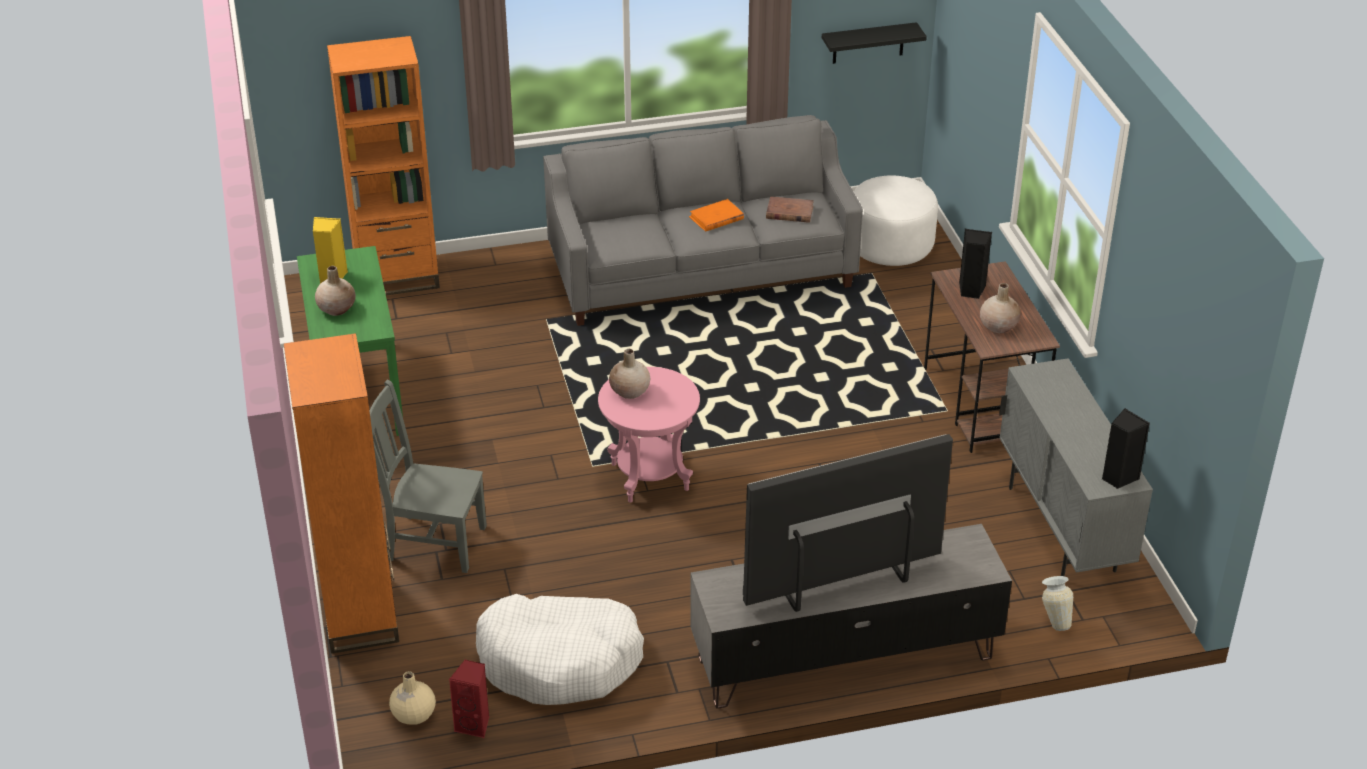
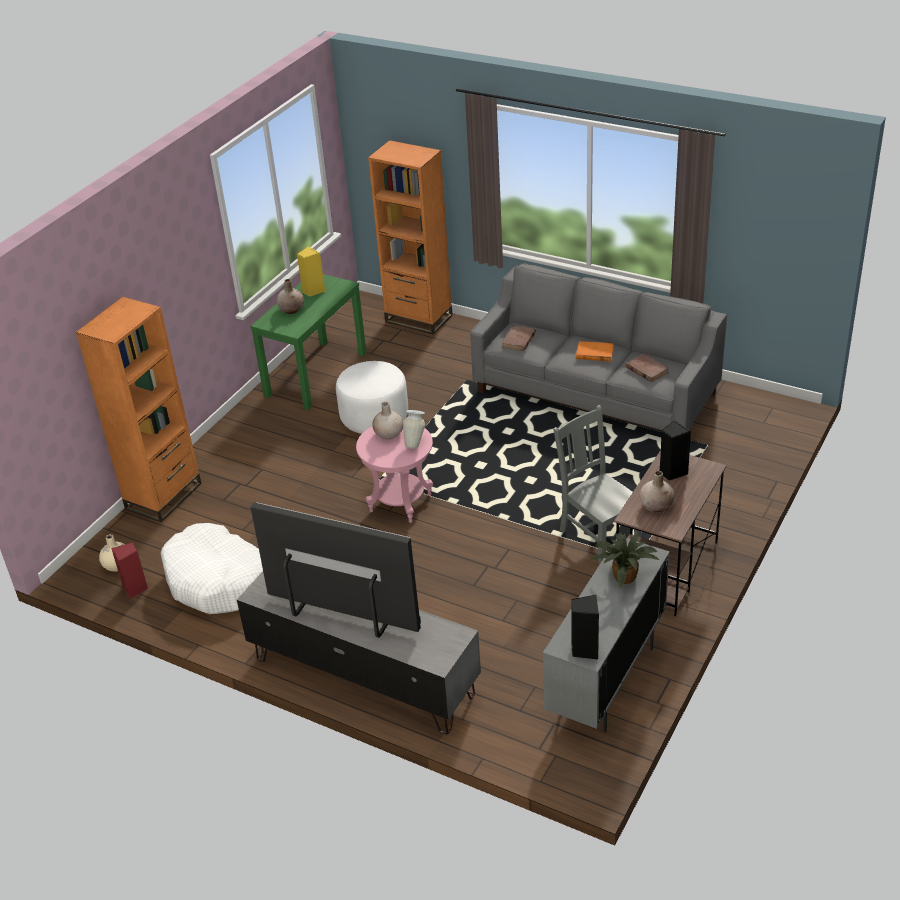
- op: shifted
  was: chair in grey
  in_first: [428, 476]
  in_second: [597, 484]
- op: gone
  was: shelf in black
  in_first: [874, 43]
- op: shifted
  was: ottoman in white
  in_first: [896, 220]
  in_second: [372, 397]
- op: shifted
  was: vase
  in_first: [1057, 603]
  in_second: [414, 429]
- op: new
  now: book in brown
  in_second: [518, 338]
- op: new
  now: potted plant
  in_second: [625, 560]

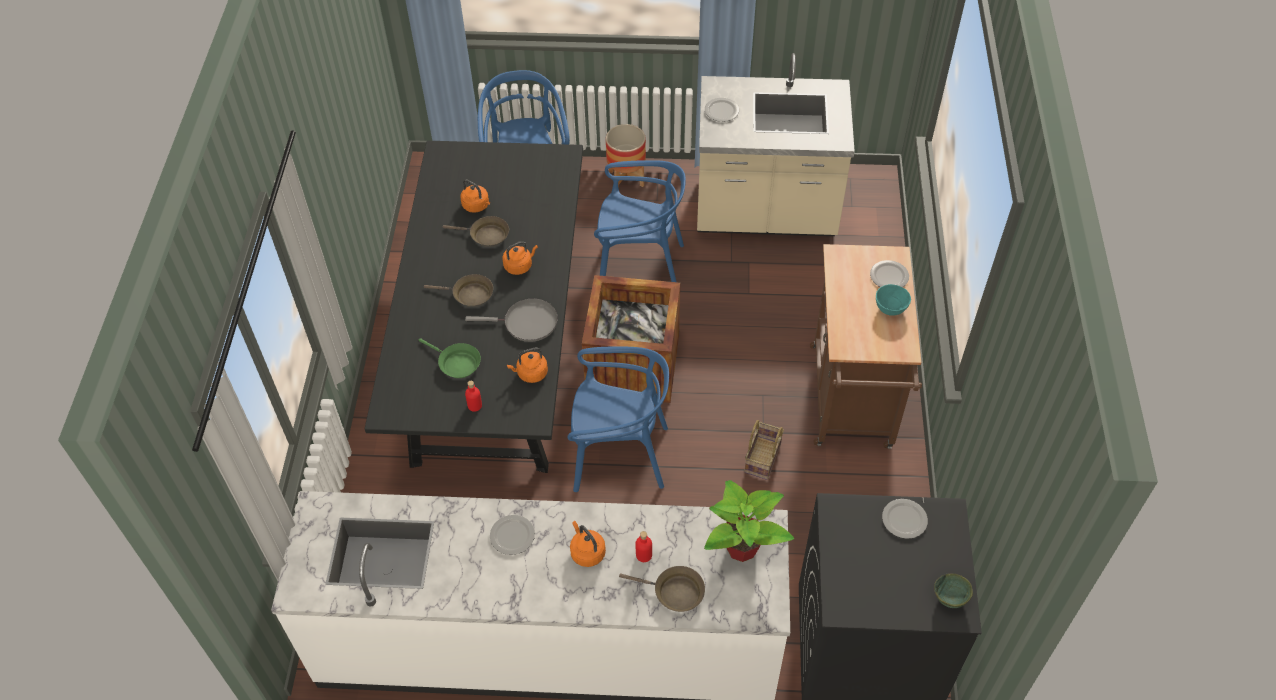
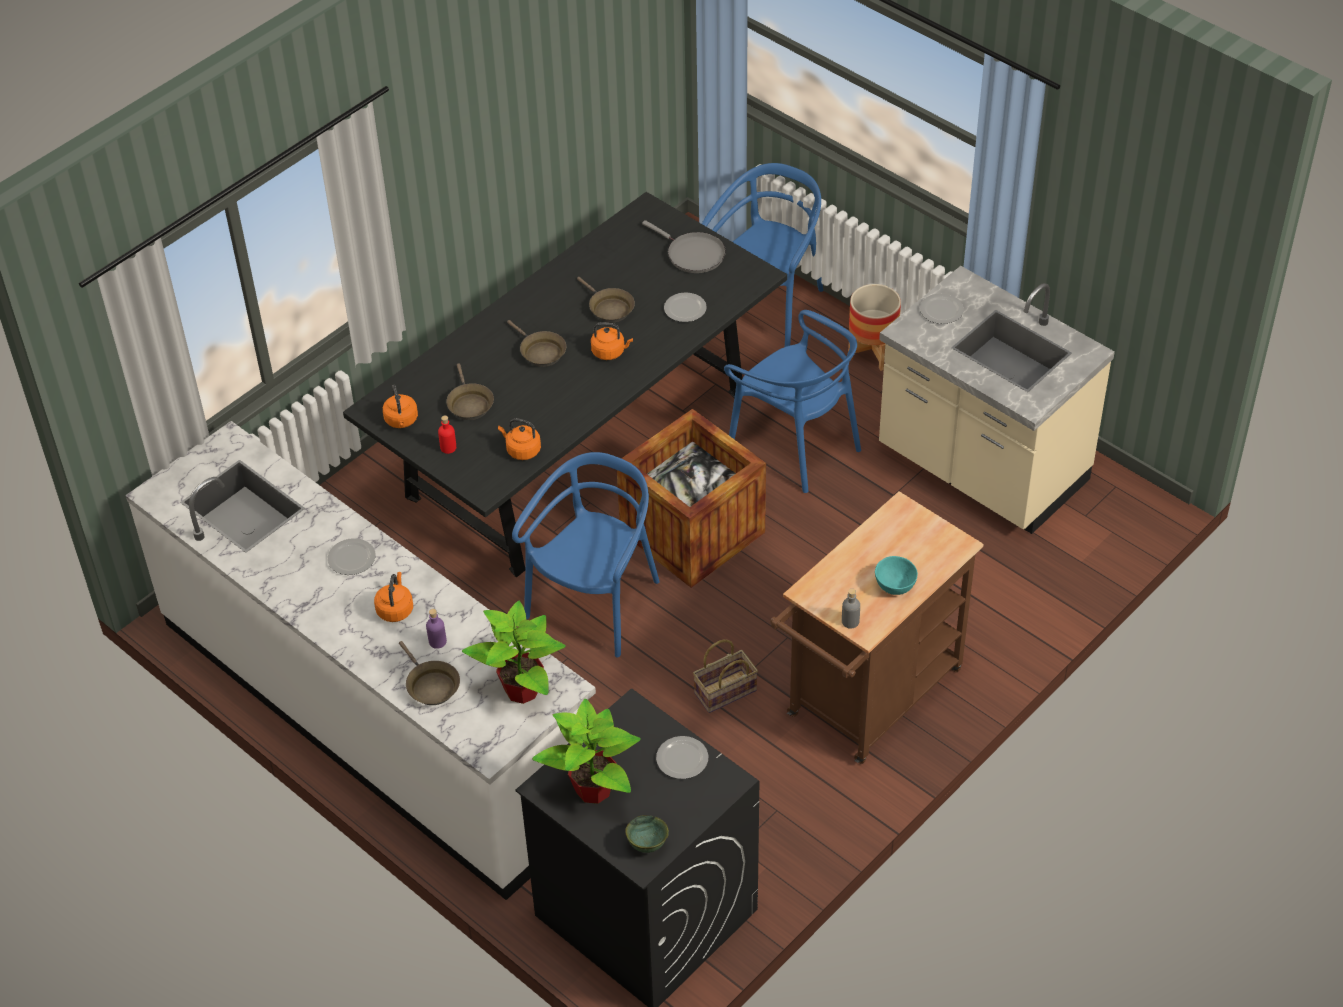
- op: repainted
  was: frying pan in green
  now: frying pan in brown
  in_first: [450, 358]
  in_second: [470, 391]
- op: shifted
  was: kettle in orange
  in_first: [475, 196]
  in_second: [400, 406]
- op: shifted
  was: frying pan in grey
  in_first: [511, 320]
  in_second: [684, 246]
- op: rotated
  was: chair in blue
  in_first: [618, 419]
  in_second: [586, 554]
  clockwise: -105
- op: repainted
  was: bottle in red
  now: bottle in purple
  in_first: [644, 546]
  in_second: [436, 629]
- op: shifted
  was: plate
  in_first: [889, 273]
  in_second: [685, 307]
- op: new
  now: potted plant
  in_second: [586, 751]
- op: new
  now: bottle in grey
  in_second: [851, 609]

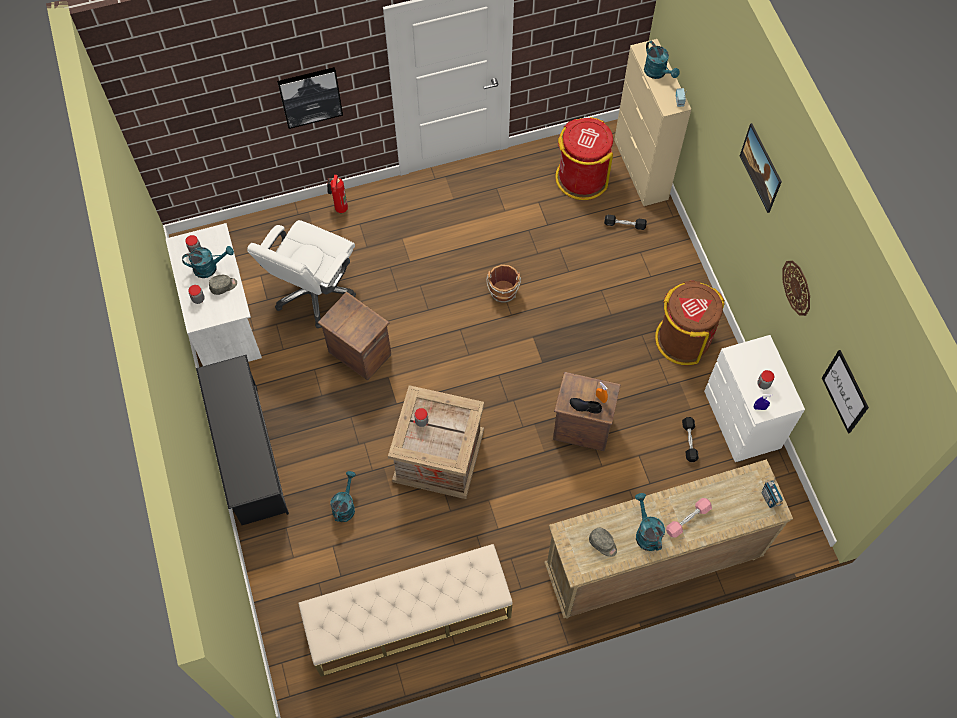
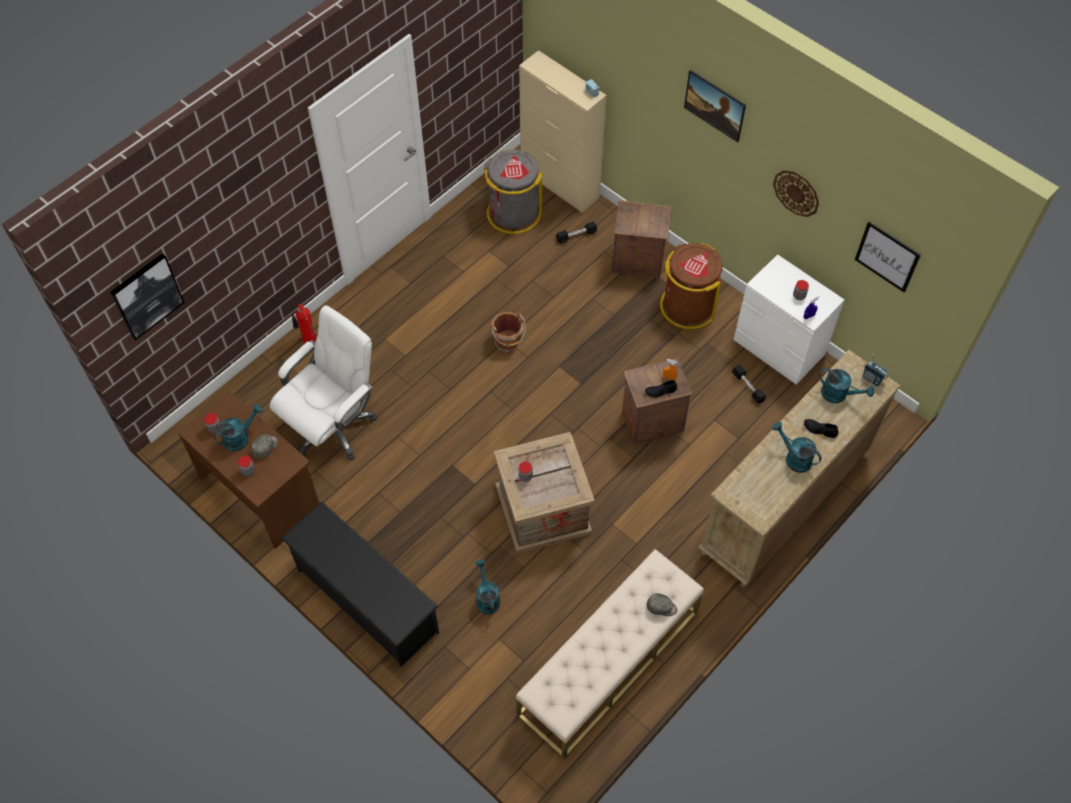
- op: repainted
  was: desk in white
  now: desk in brown
  in_first: [214, 294]
  in_second: [249, 469]
- op: rotated
  was: office chair in white
  in_first: [301, 274]
  in_second: [323, 383]
  clockwise: -135
- op: shifted
  was: picture
  in_first: [310, 98]
  in_second: [147, 296]
- op: shifted
  was: crate
  in_first: [354, 336]
  in_second: [641, 239]
- op: repainted
  was: trash can in red
  now: trash can in grey
  in_first: [584, 158]
  in_second: [513, 191]
- op: shifted
  was: cap in grey
  in_first: [603, 542]
  in_second: [662, 604]
- op: shifted
  was: watering can in turquoise
  in_first: [662, 60]
  in_second: [846, 385]
- op: swapped
  was: dumbbell in pink
  now: shoe in black
  in_first: [689, 517]
  in_second: [821, 428]

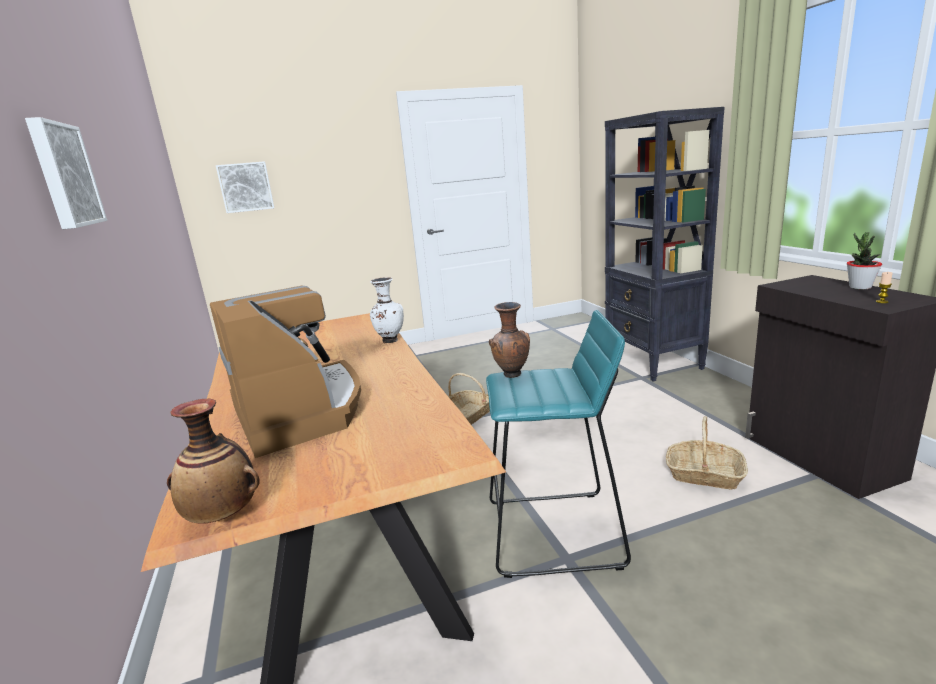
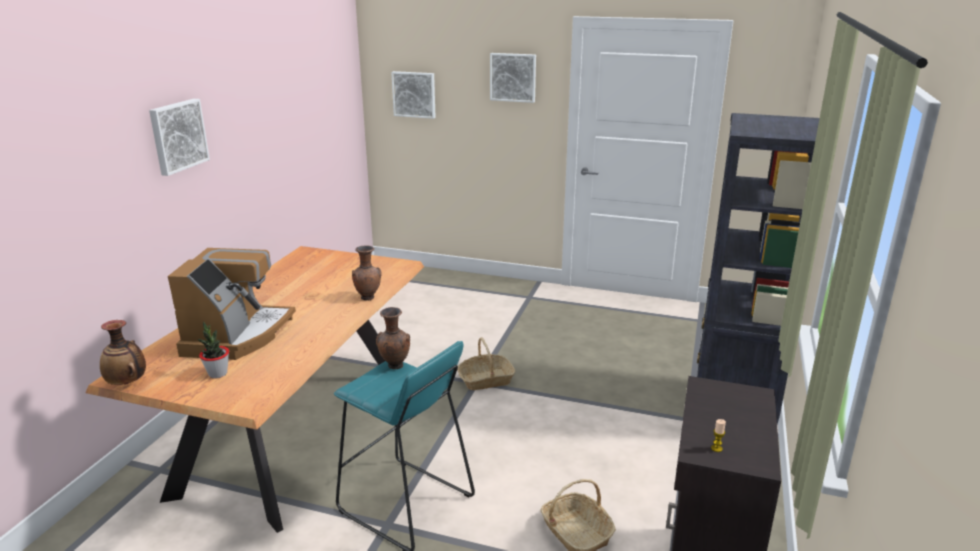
- op: repainted
  was: vase in white
  now: vase in brown
  in_first: [387, 310]
  in_second: [367, 273]
- op: shifted
  was: potted plant
  in_first: [864, 260]
  in_second: [213, 349]
- op: new
  now: picture
  in_second: [513, 78]

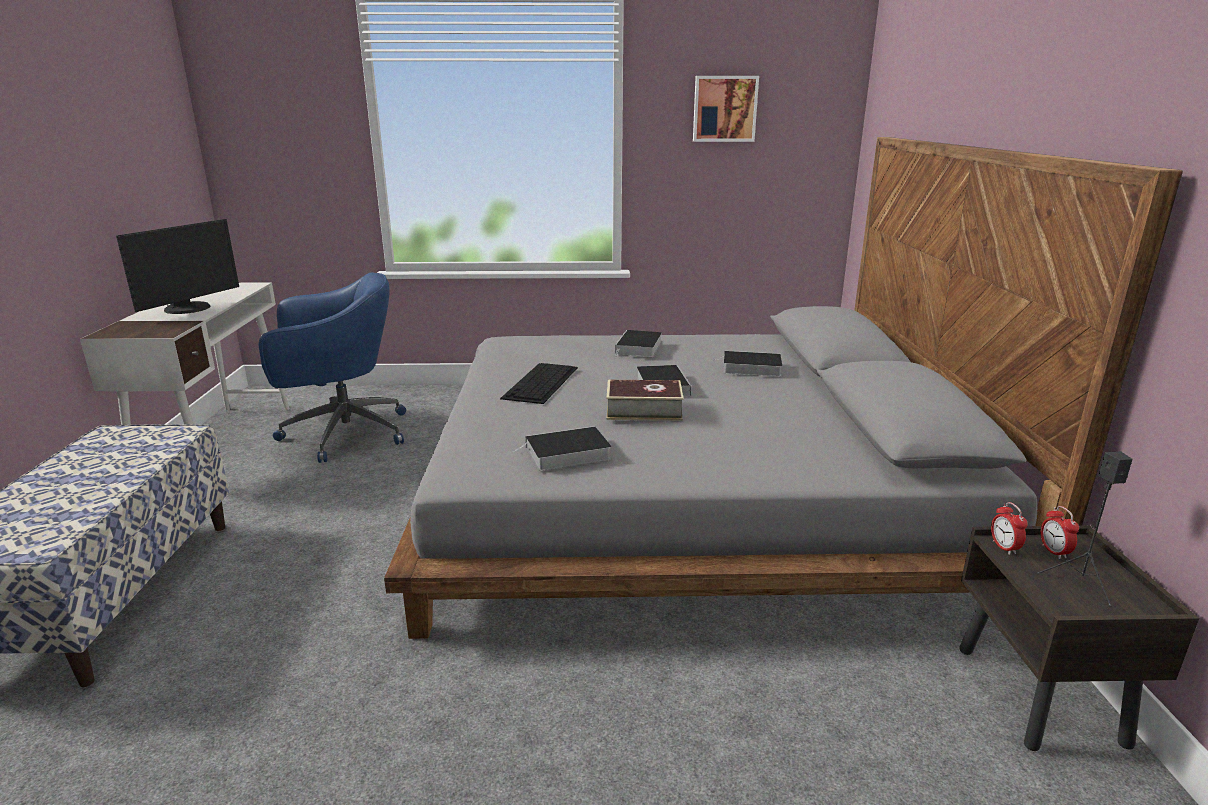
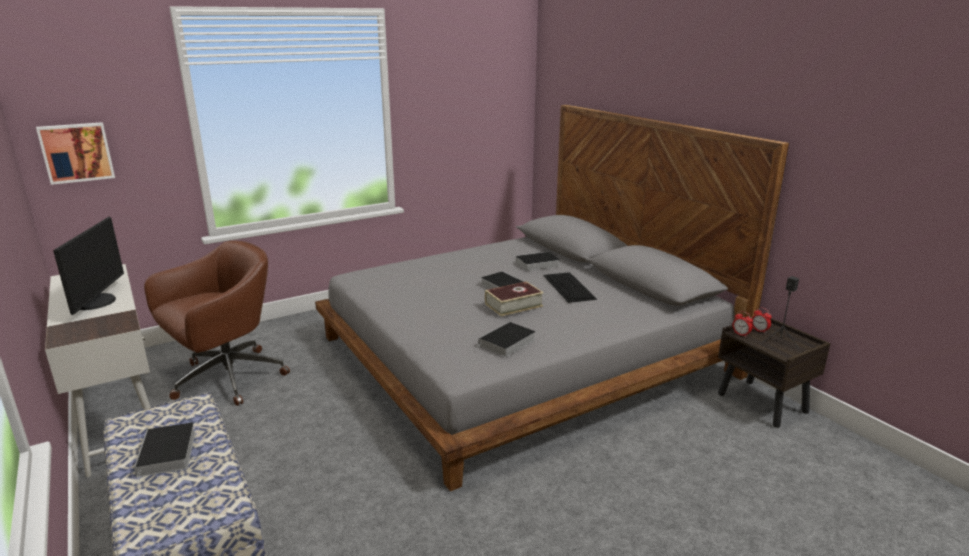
- op: repainted
  was: office chair in blue
  now: office chair in brown
  in_first: [332, 368]
  in_second: [217, 323]
- op: shifted
  was: keyboard
  in_first: [539, 383]
  in_second: [570, 287]
- op: shifted
  was: book
  in_first: [638, 344]
  in_second: [165, 453]
- op: shifted
  was: picture
  in_first: [726, 109]
  in_second: [75, 153]

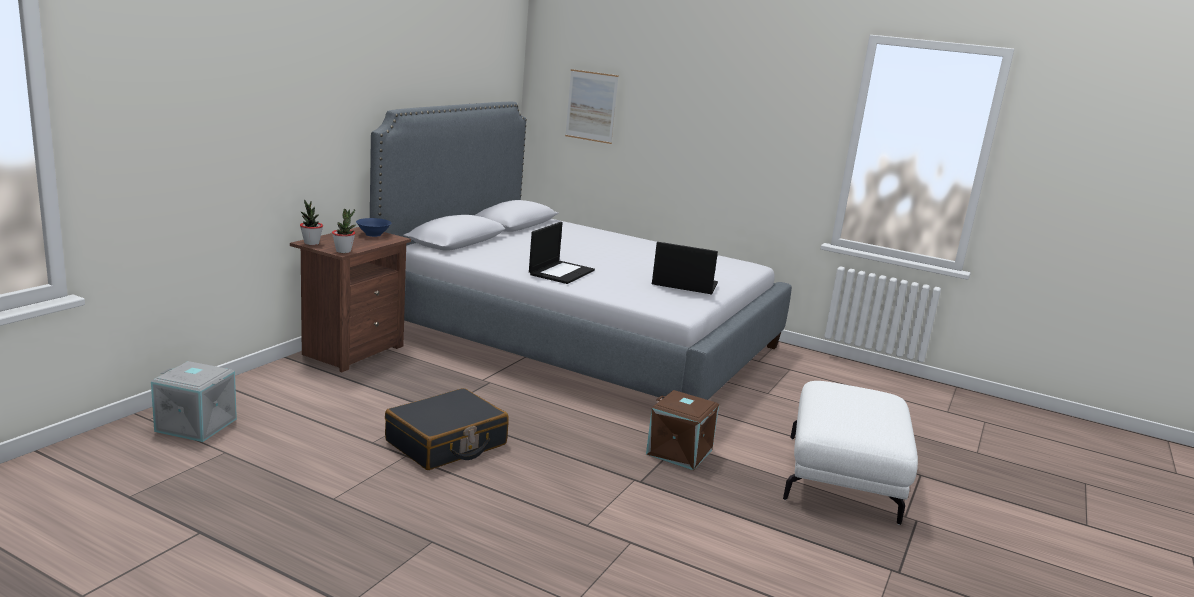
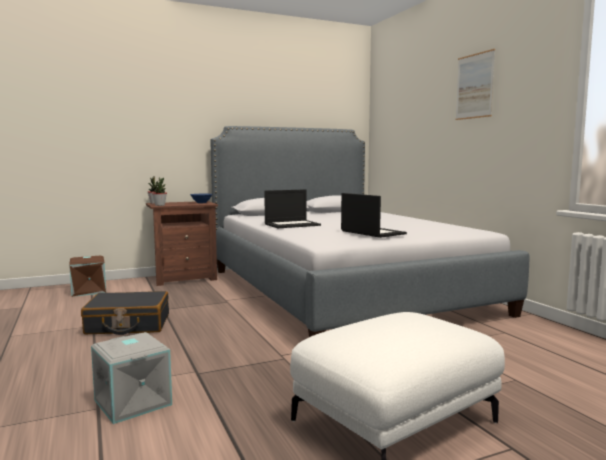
- op: shifted
  was: storage box in grey
  in_first: [194, 401]
  in_second: [131, 378]
- op: shifted
  was: picture
  in_first: [592, 106]
  in_second: [475, 84]
- op: shifted
  was: storage box in brown
  in_first: [682, 430]
  in_second: [87, 276]

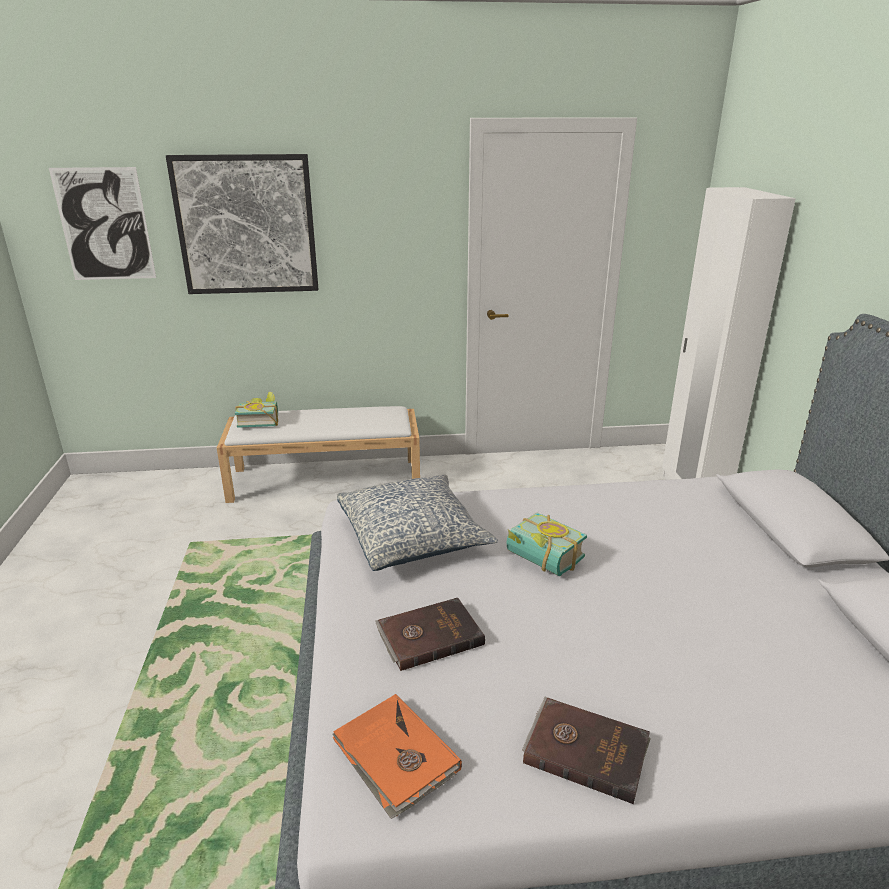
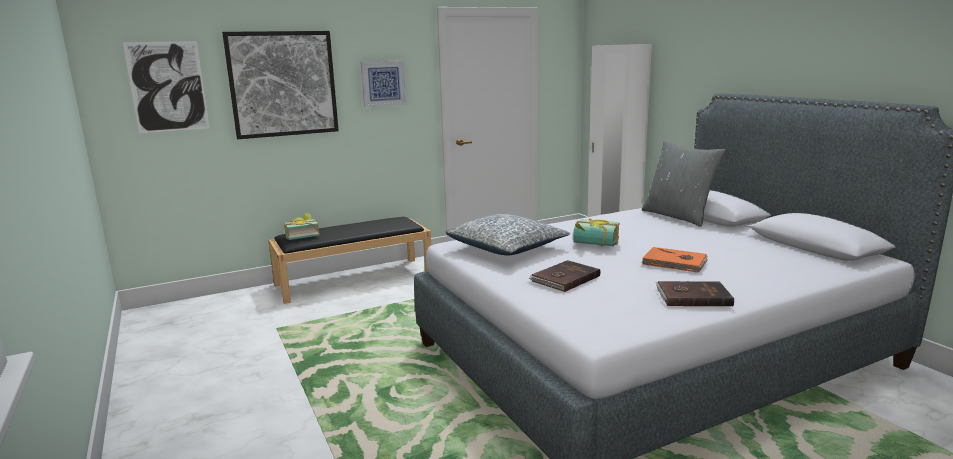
- op: repainted
  was: bench in white
  now: bench in black
  in_first: [318, 454]
  in_second: [349, 260]
- op: shifted
  was: book in orange
  in_first: [397, 756]
  in_second: [674, 260]
- op: new
  now: picture
  in_second: [383, 83]
- op: new
  now: pillow in grey
  in_second: [684, 184]

